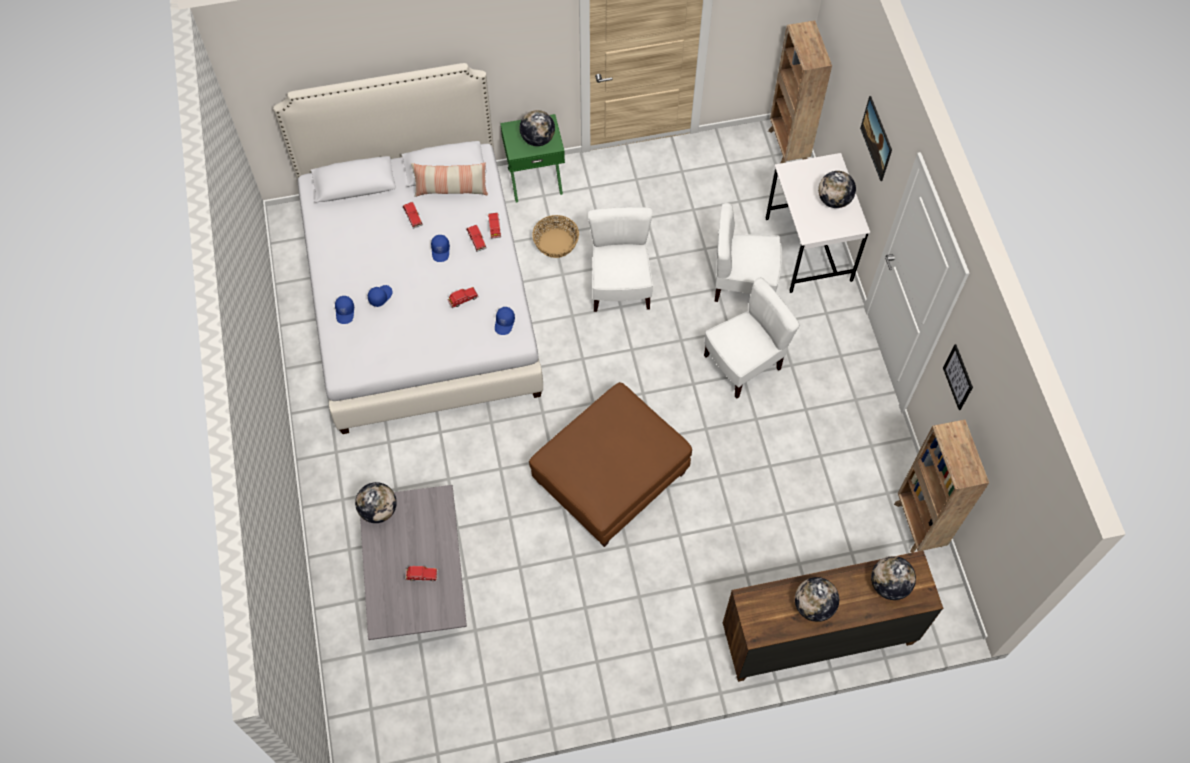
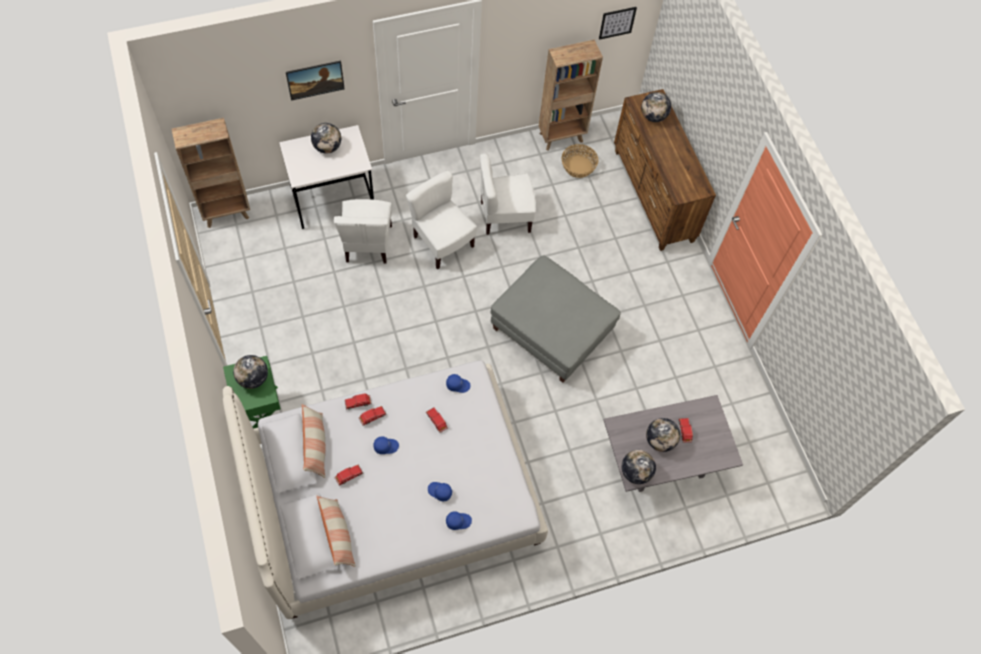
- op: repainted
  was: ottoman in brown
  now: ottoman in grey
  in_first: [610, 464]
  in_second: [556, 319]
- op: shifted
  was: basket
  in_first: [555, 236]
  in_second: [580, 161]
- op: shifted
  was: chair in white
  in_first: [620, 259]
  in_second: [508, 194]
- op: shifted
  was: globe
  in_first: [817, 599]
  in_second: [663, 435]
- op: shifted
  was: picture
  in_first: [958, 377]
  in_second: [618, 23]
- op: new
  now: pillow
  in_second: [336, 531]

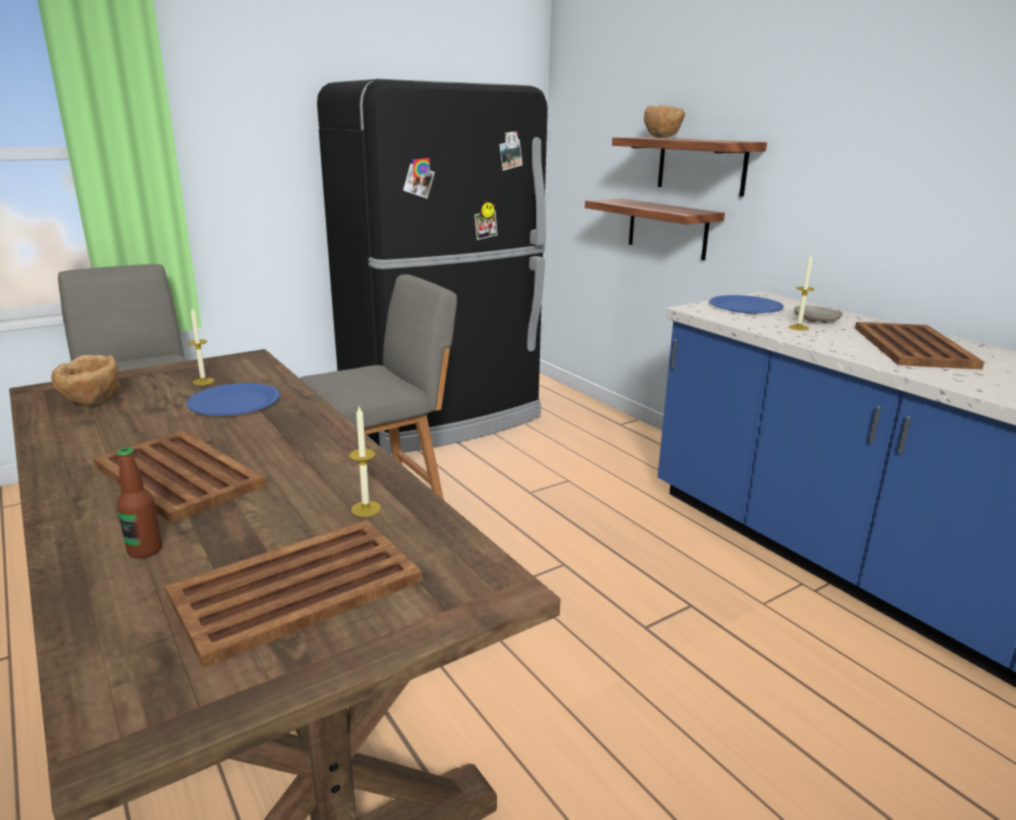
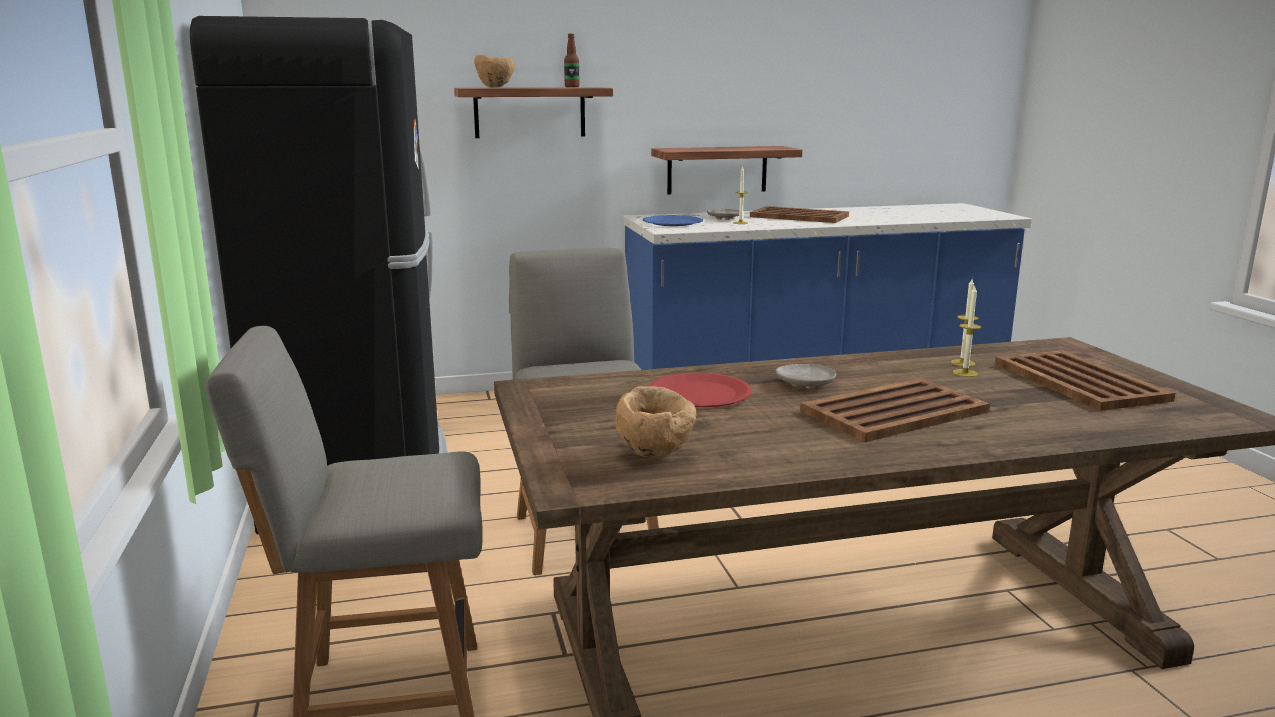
- op: shifted
  was: bottle
  in_first: [139, 502]
  in_second: [572, 60]
- op: repainted
  was: plate in blue
  now: plate in red
  in_first: [233, 399]
  in_second: [700, 389]
- op: shifted
  was: candle
  in_first: [201, 346]
  in_second: [967, 331]
- op: shifted
  was: shelf
  in_first: [655, 229]
  in_second: [726, 170]
- op: new
  now: plate in beige
  in_second: [806, 376]

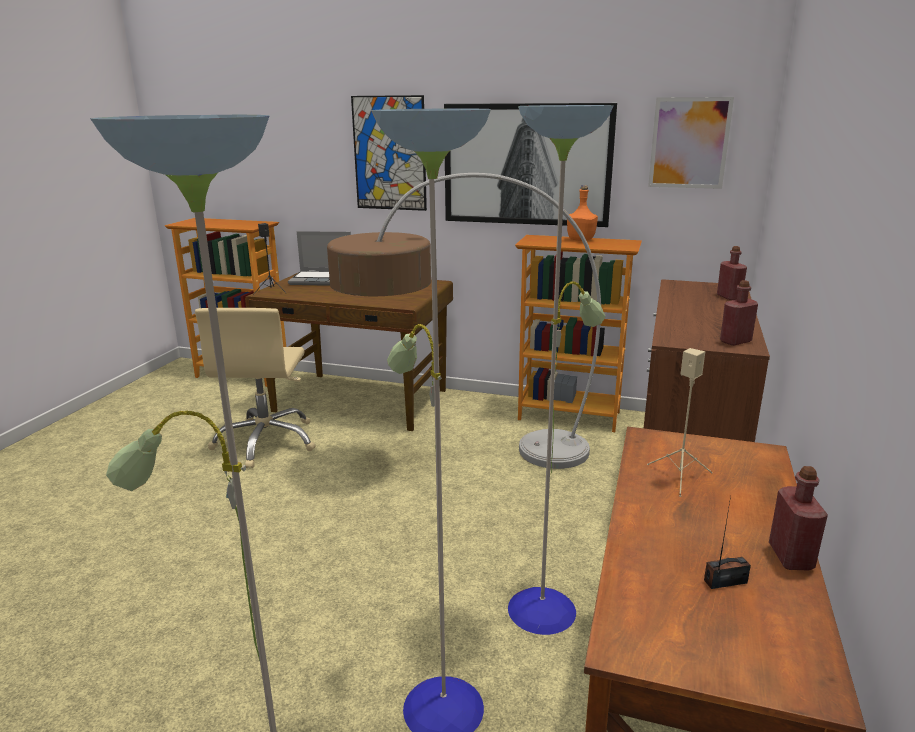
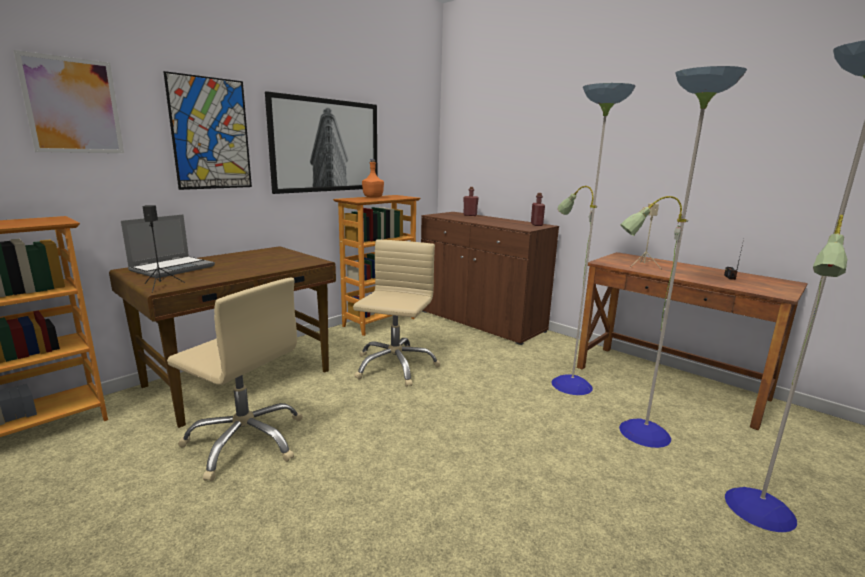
- op: swapped
  was: floor lamp
  now: office chair in beige
  in_first: [464, 321]
  in_second: [396, 313]
- op: shifted
  was: picture
  in_first: [691, 143]
  in_second: [68, 101]
- op: gone
  was: bottle in red
  in_first: [798, 518]

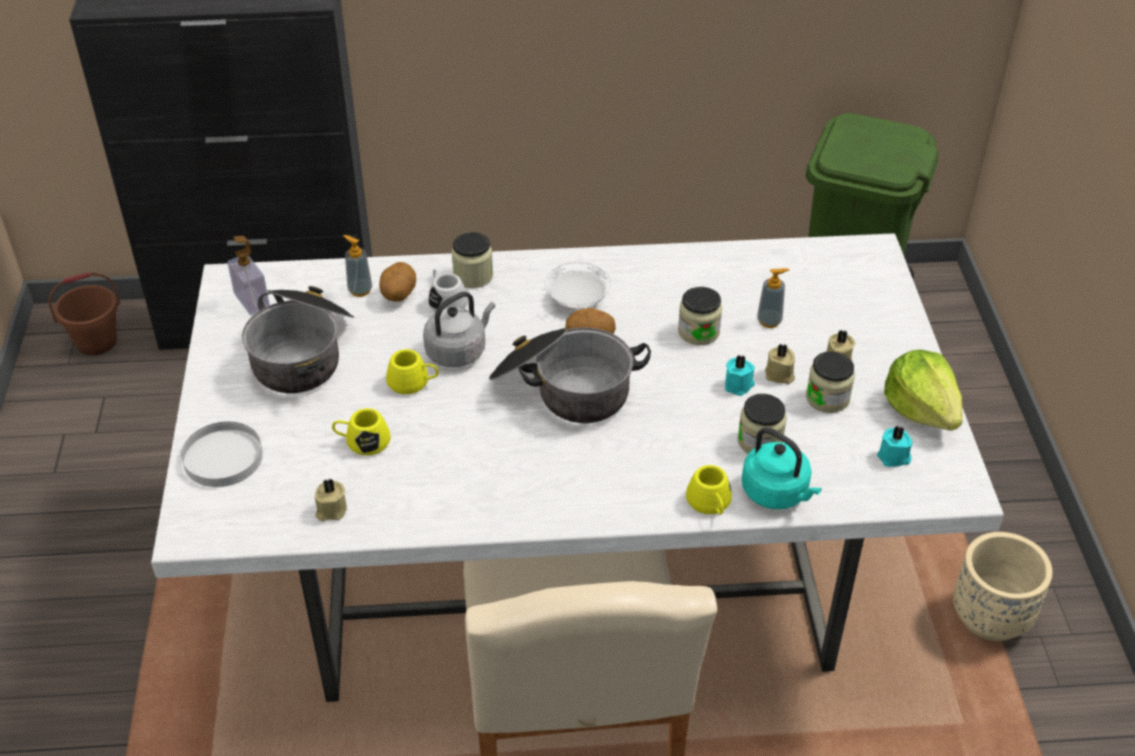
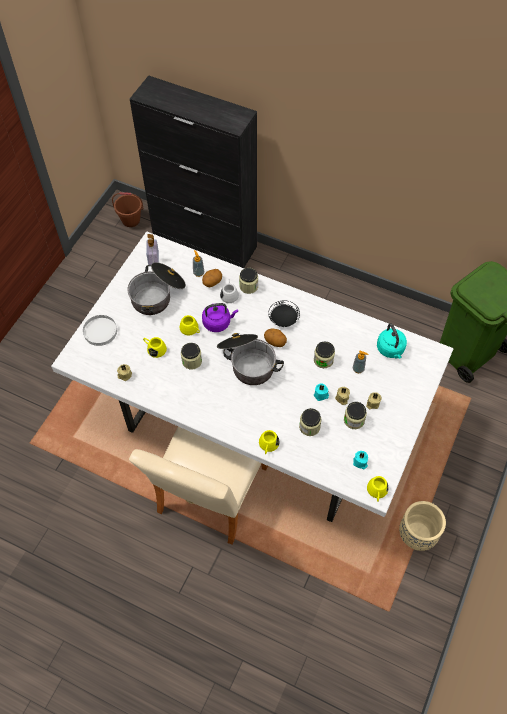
- op: repainted
  was: kettle in grey
  now: kettle in purple
  in_first: [459, 329]
  in_second: [220, 317]
- op: repainted
  was: plate in white
  now: plate in black
  in_first: [578, 285]
  in_second: [284, 313]
- op: shifted
  was: kettle in turquoise
  in_first: [781, 468]
  in_second: [392, 341]
- op: gone
  was: lettuce
  in_first: [923, 390]
- op: new
  now: jar
  in_second: [191, 356]
- op: new
  now: mug in yellow
  in_second: [378, 489]

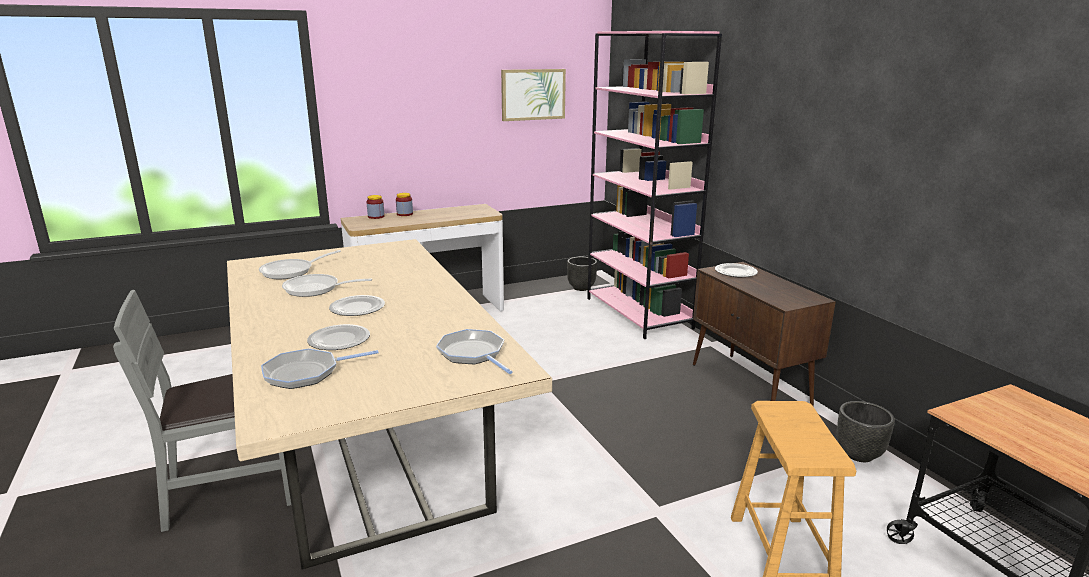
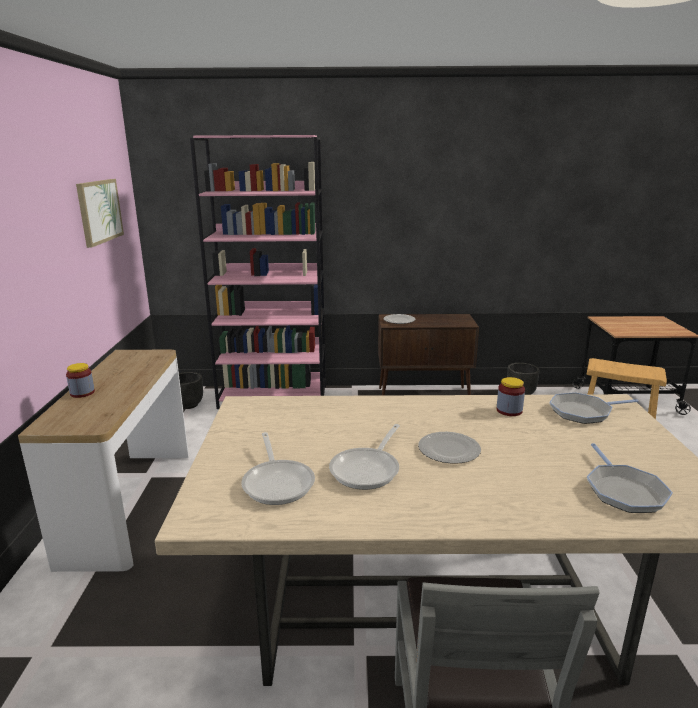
- op: gone
  was: plate
  in_first: [338, 337]
- op: shifted
  was: jar
  in_first: [375, 207]
  in_second: [511, 396]

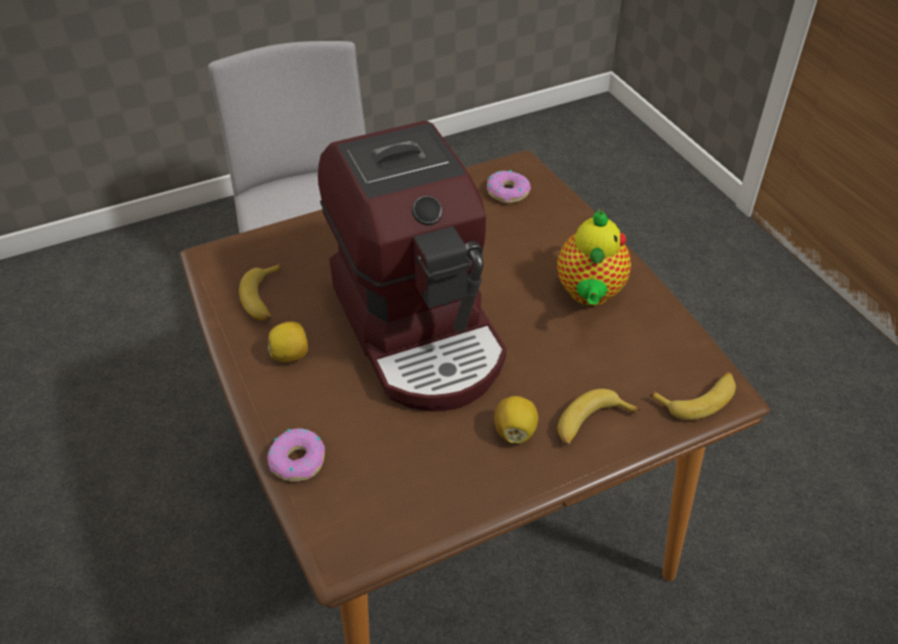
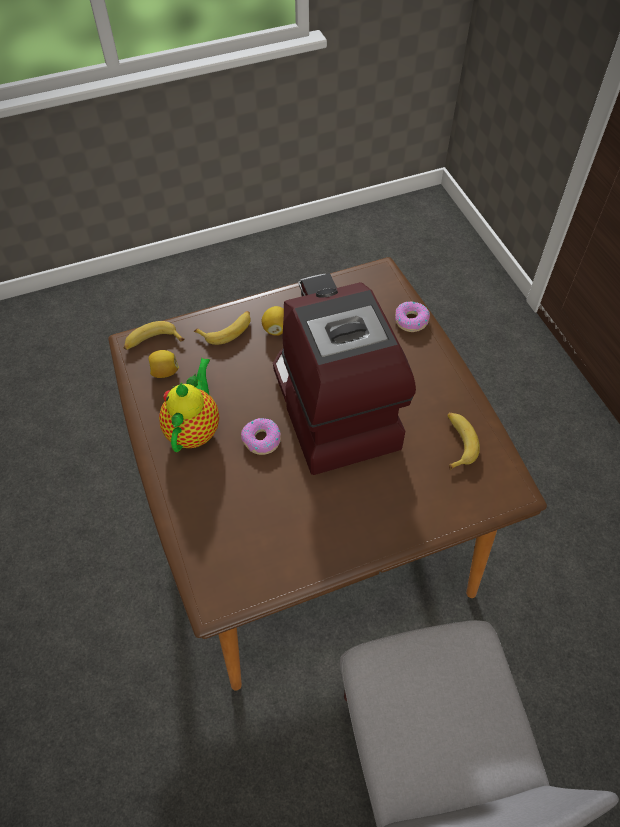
- op: shifted
  was: lemon
  in_first: [288, 342]
  in_second: [163, 364]
- op: shifted
  was: donut
  in_first: [509, 186]
  in_second: [261, 436]

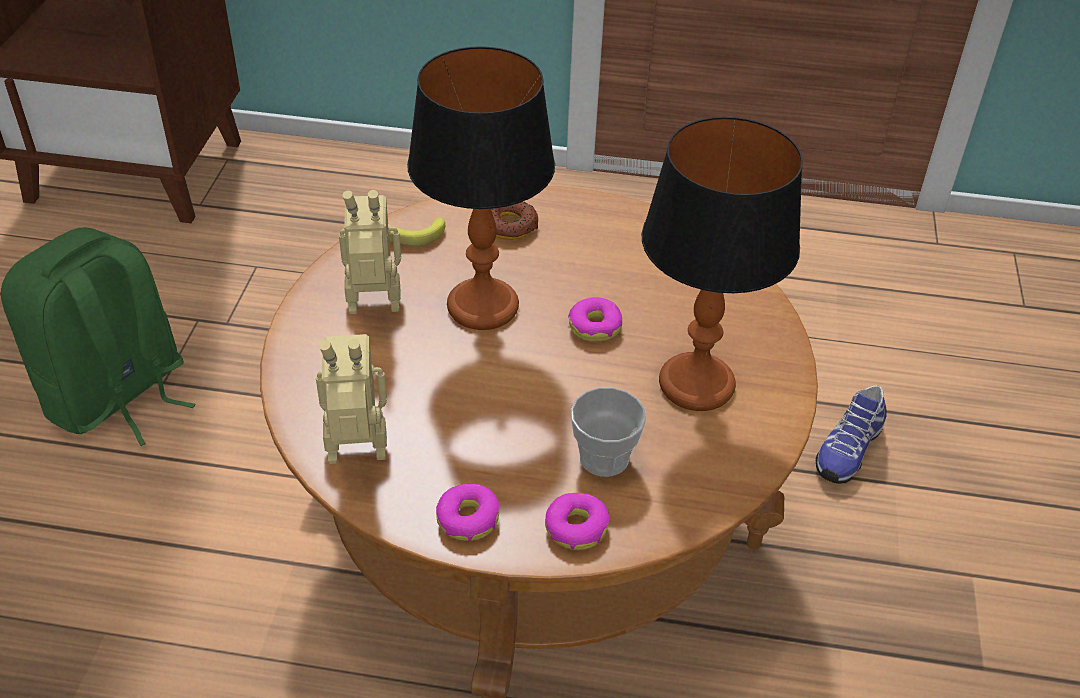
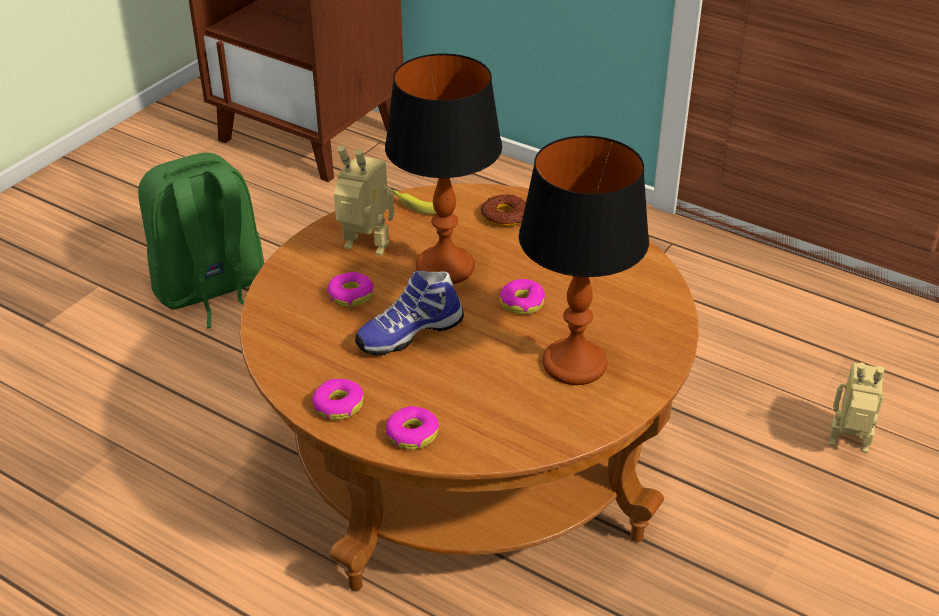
- op: shifted
  was: toy robot
  in_first: [351, 399]
  in_second: [856, 408]
- op: gone
  was: cup
  in_first: [608, 432]
- op: shifted
  was: shoe
  in_first: [851, 435]
  in_second: [409, 313]
- op: new
  now: donut
  in_second: [350, 289]

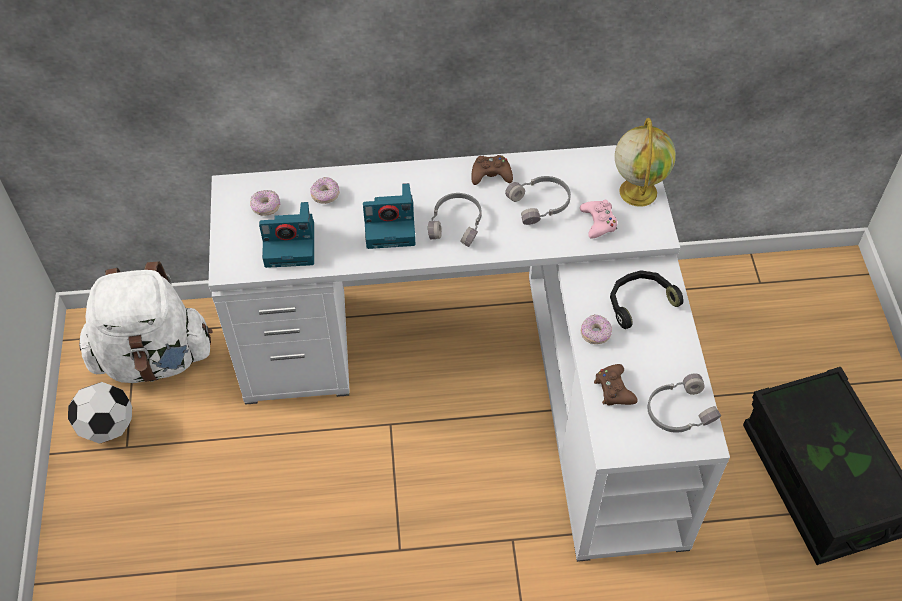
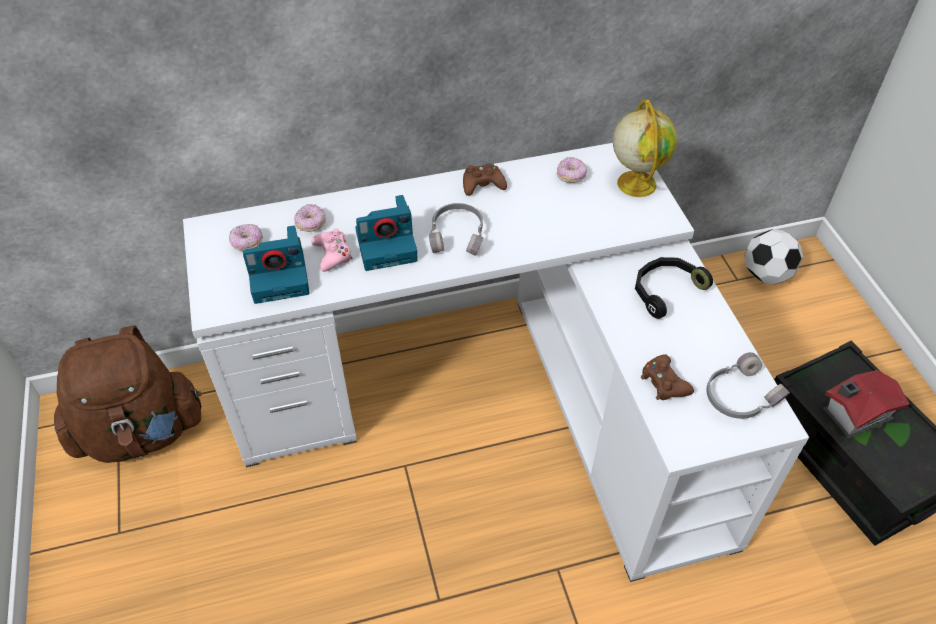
- op: shifted
  was: football
  in_first: [100, 413]
  in_second: [773, 257]
- op: repainted
  was: backpack in white
  now: backpack in brown
  in_first: [145, 322]
  in_second: [128, 394]
- op: gone
  was: headphones in grey
  in_first: [538, 200]
- op: shifted
  was: game controller in pink
  in_first: [598, 219]
  in_second: [332, 250]
- op: shifted
  was: donut
  in_first: [596, 329]
  in_second: [572, 170]
- op: new
  now: toy house
  in_second: [866, 404]

